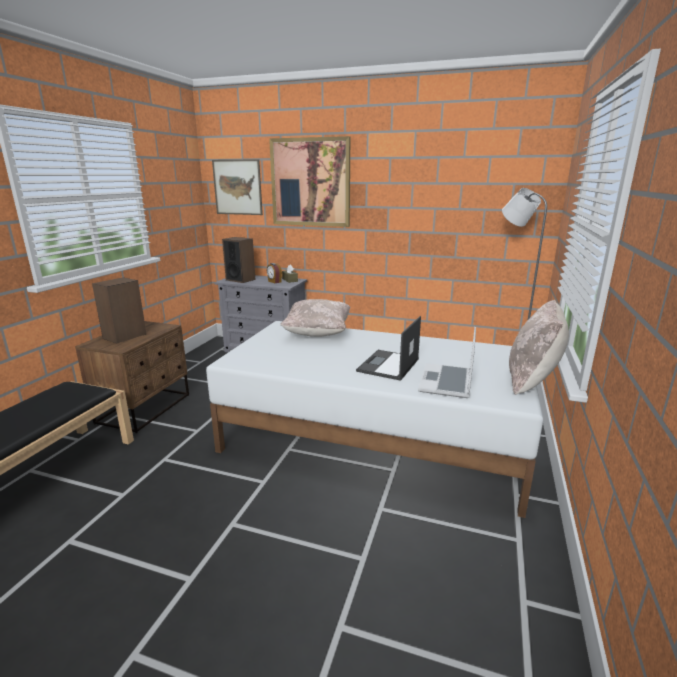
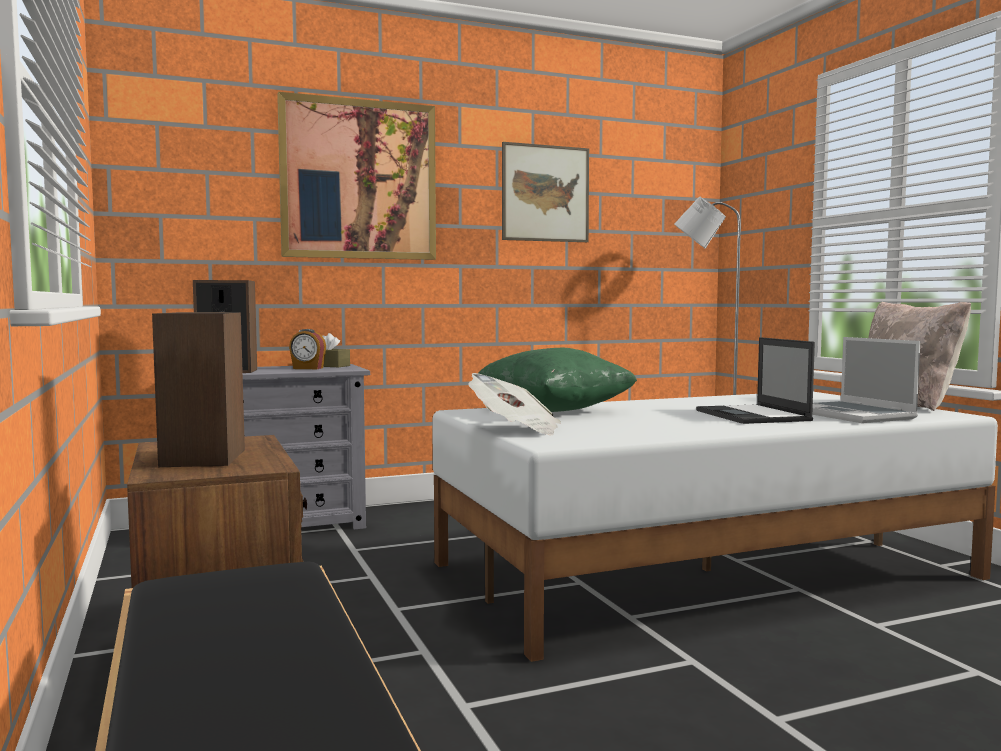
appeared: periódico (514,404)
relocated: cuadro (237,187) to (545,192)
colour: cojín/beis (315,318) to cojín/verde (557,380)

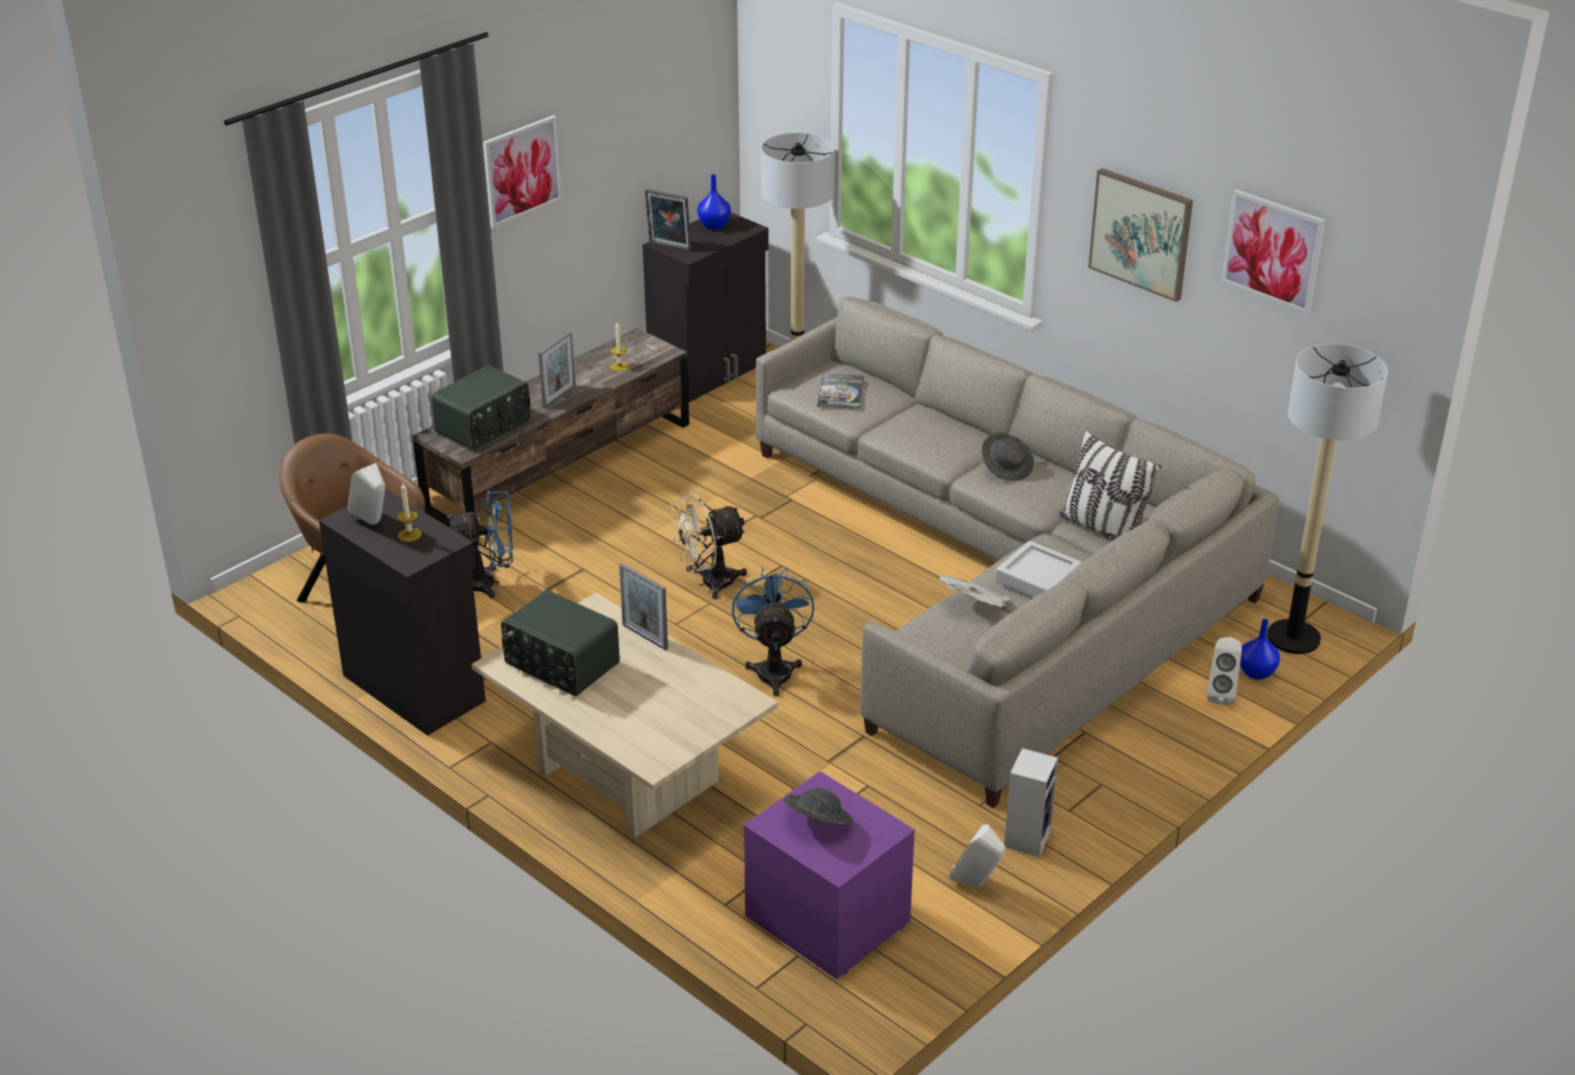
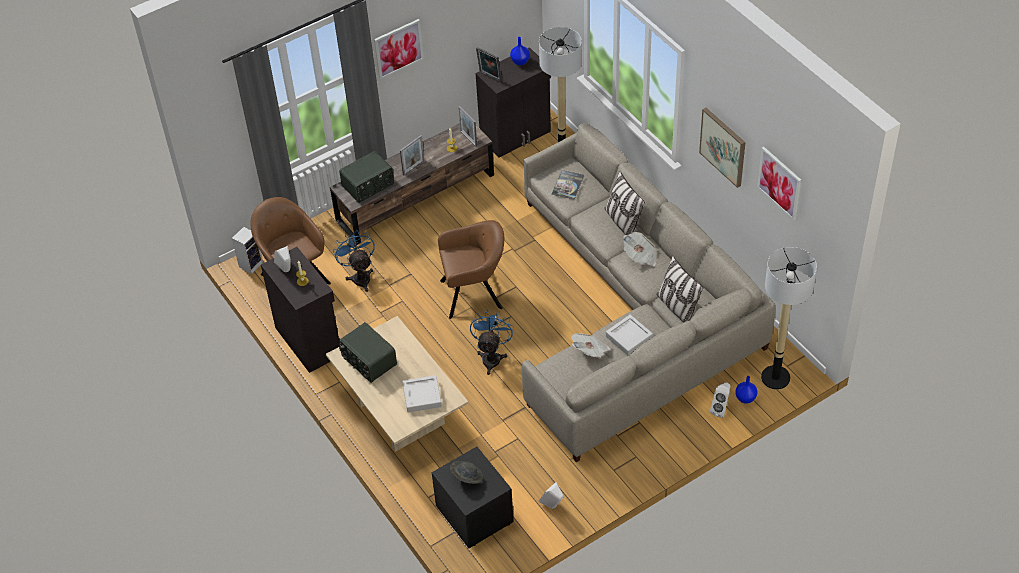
appeared: bandeja/gris (422,393); cojín (625,203)
relocated: altavoz (1031,802) to (247,250); portarretratos (643,606) to (467,126)
exchanged: ventilador/beis (708,546) to sillón/marrón (471,269); sombrero/gris (1008,457) to periódico (640,249)
colour: mesita de noche/morado (829,875) to mesita de noche/negro (472,497)
spun: ventilador/azul (480,544) = (354,261) 120 degrees counterclockwise

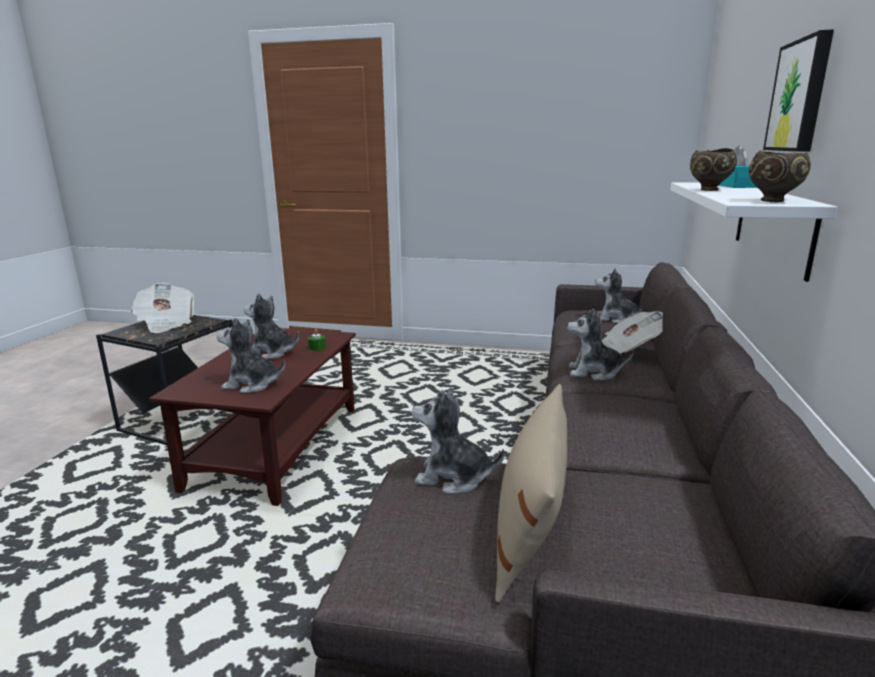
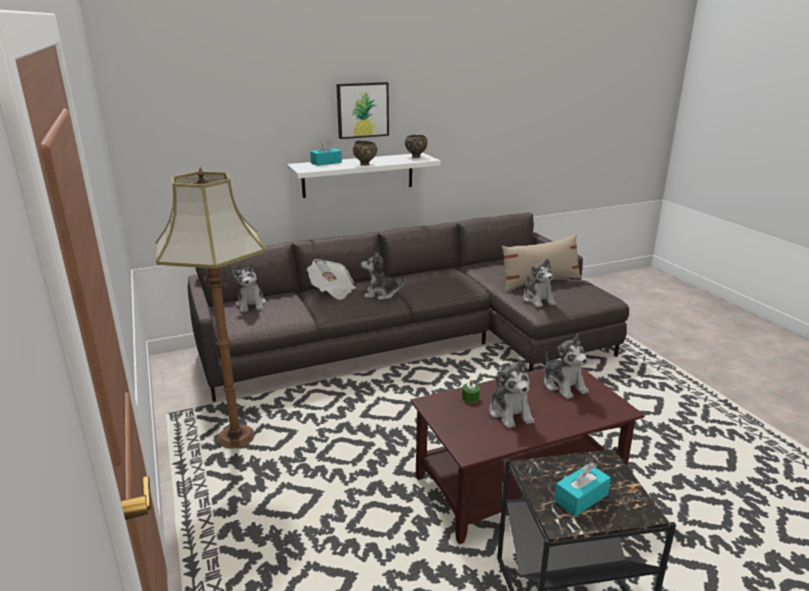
appeared: lámpara de pie (211,308)
exchanged: periódico (163,308) to caja de pañuelos/turquesa (582,489)
spun: peluche (600,344) = (383,276) 120 degrees clockwise

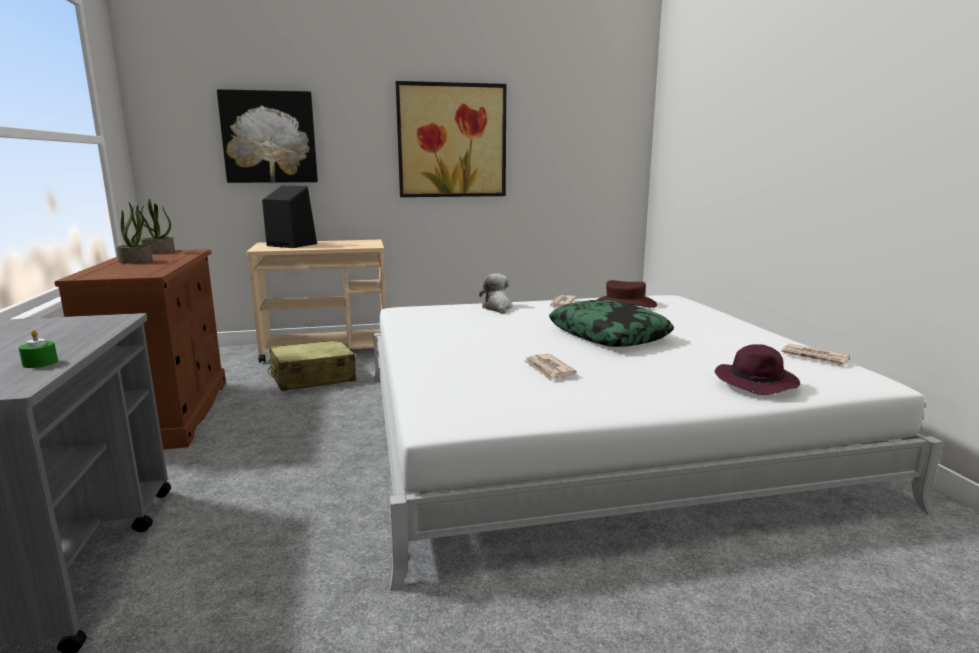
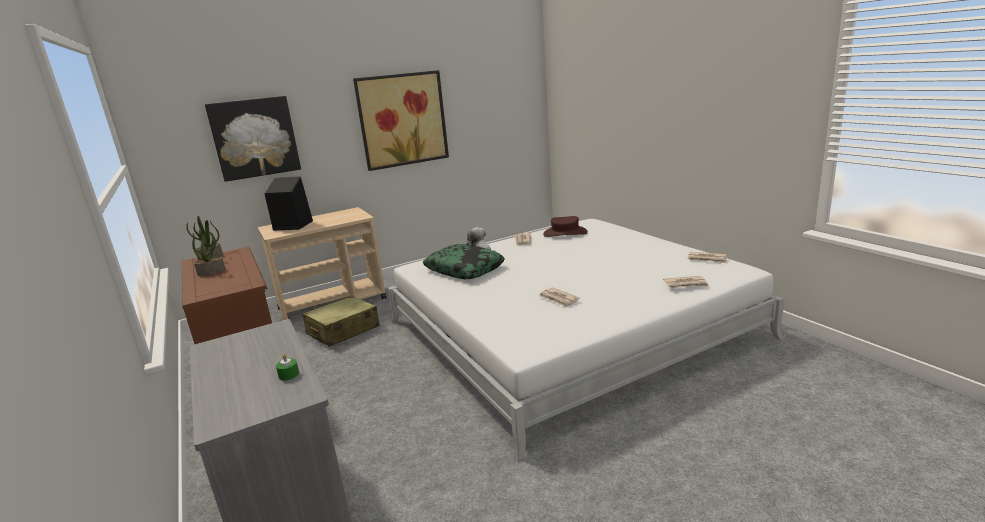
relocated: cojín (611,323) to (464,261)
exchanged: sombrero/morado (757,369) to periódico (686,282)

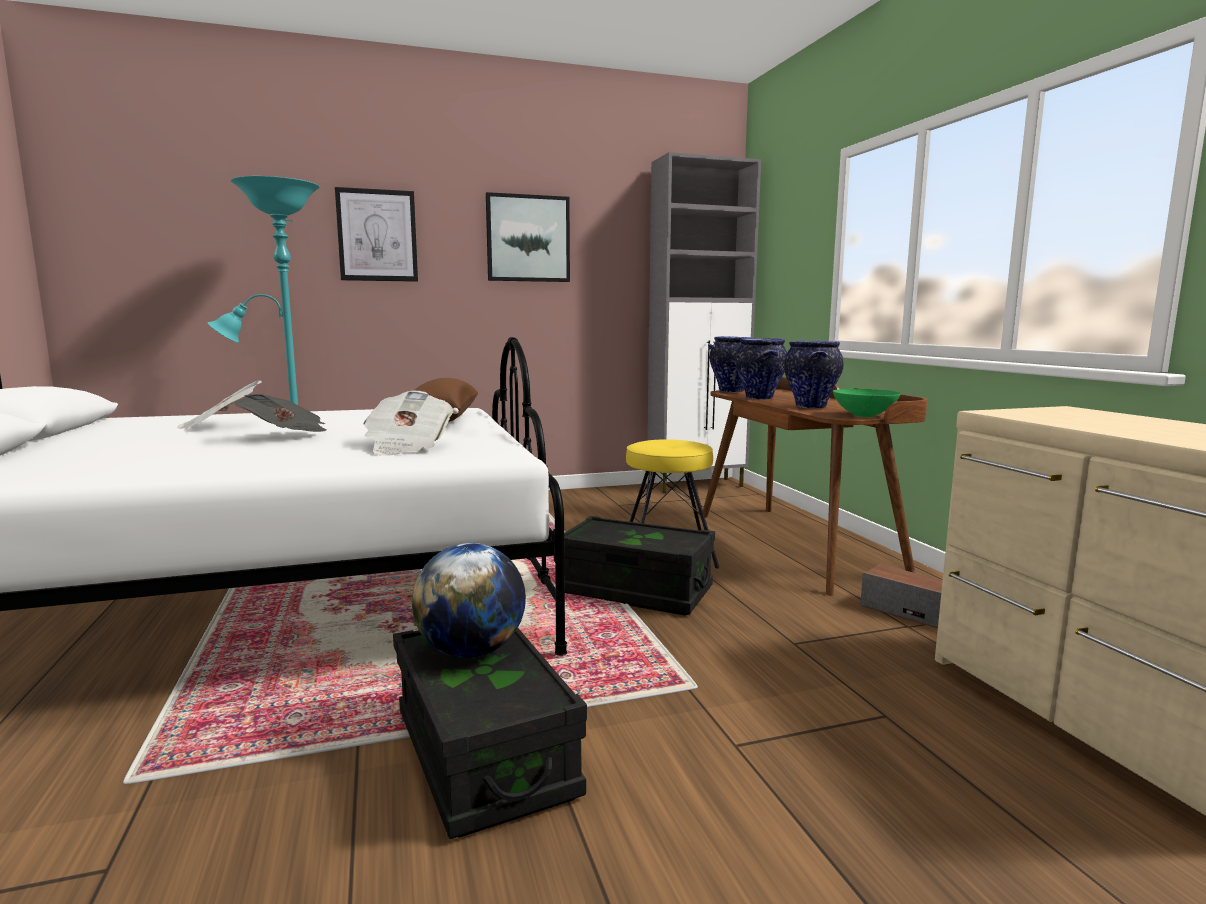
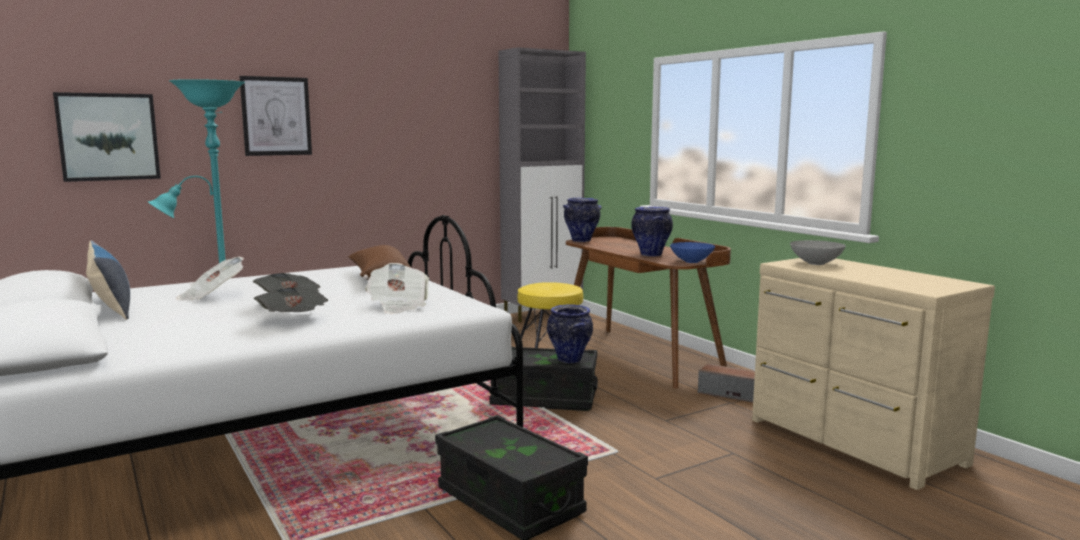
missing: globo terráqueo (469,600)
appeared: cojín (108,280); periódico (290,299); cuenco/gris (818,252)
relocated: cuadro (528,237) to (107,137); florero (761,369) to (570,333)
colour: cuenco/verde (867,403) to cuenco/azul (692,252)

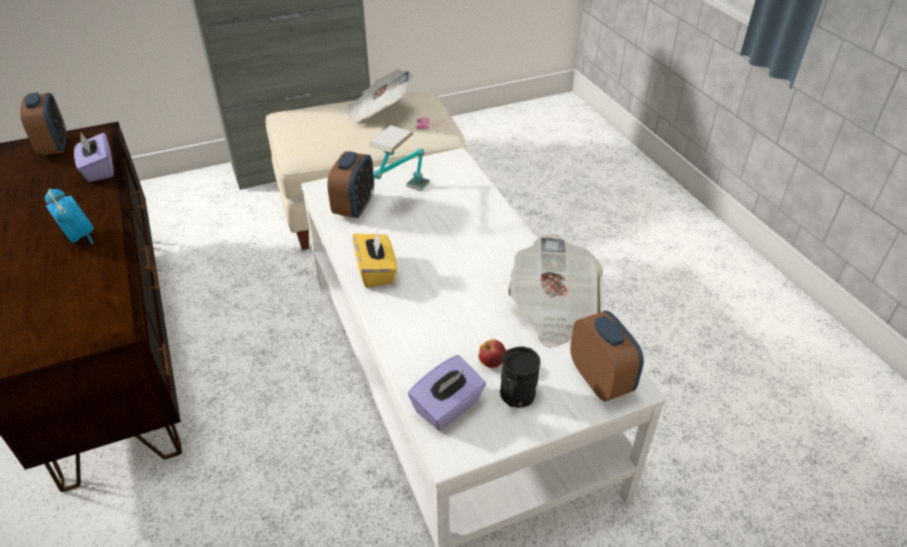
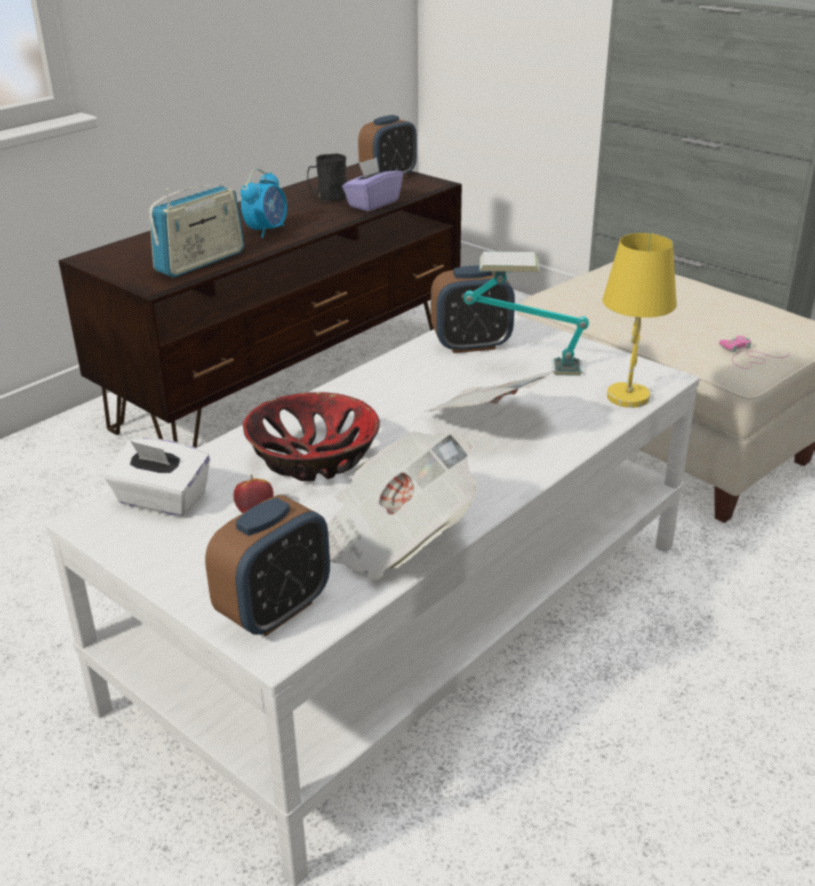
missing: caja de pañuelos/amarillo (374,259)
appeared: radio (196,231); cuenco (311,436); lámpara de mesa/amarillo (640,320)
relocated: taza grande/negro (520,377) to (327,177); periódico (378,96) to (491,391)
colour: caja de pañuelos/morado (447,393) to caja de pañuelos/blanco (157,477)

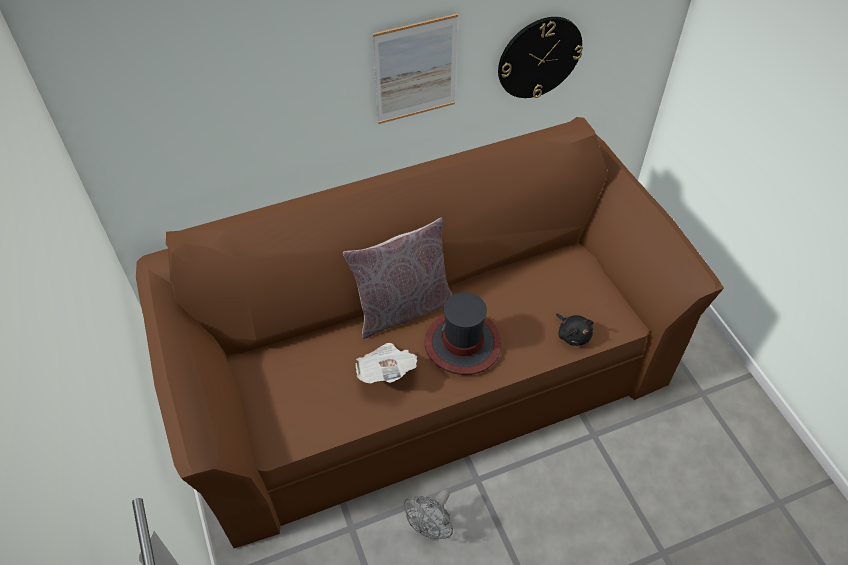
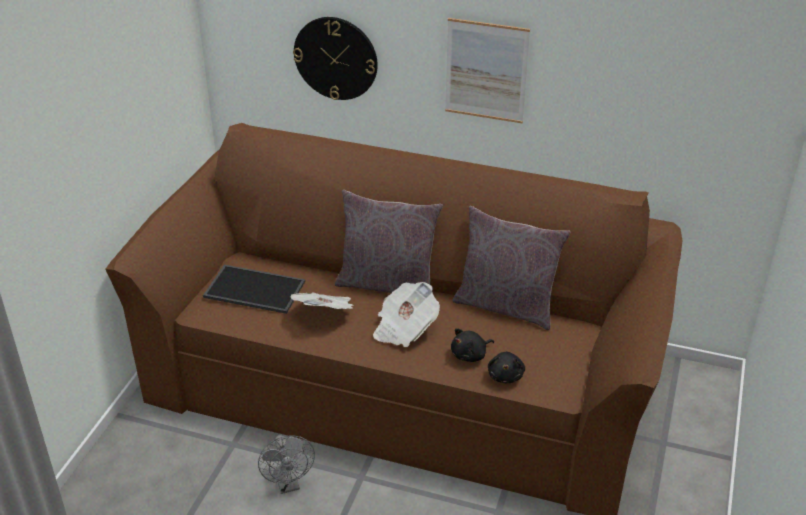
appeared: bandeja (254,289); peluche/negro (472,345); cojín/gris (511,268)
relocated: reloj de pared (540,57) to (335,58)
exchanged: sombrero (463,333) to periódico (406,314)
spun: ventilador/gris (428,515) = (286,464) 90 degrees counterclockwise

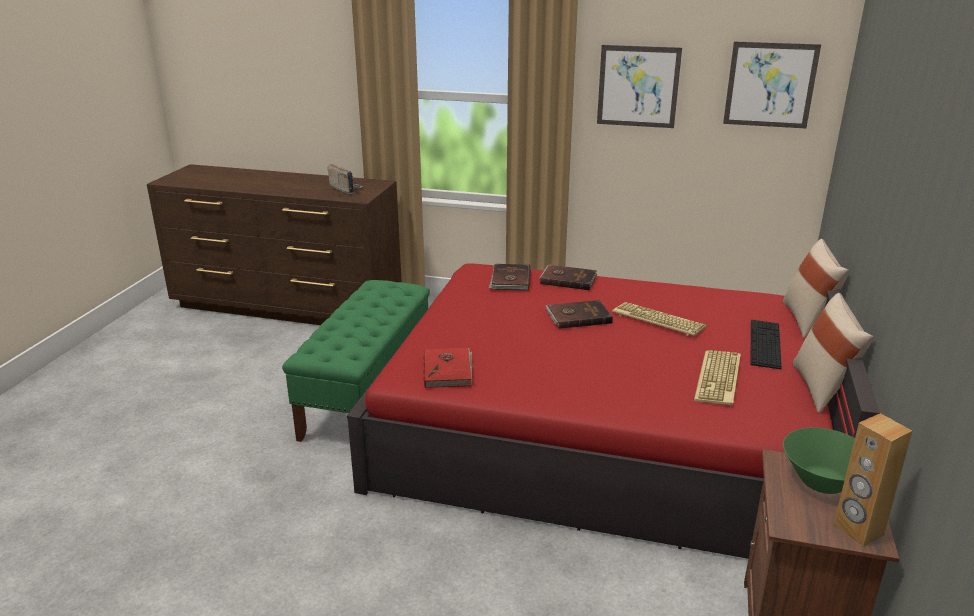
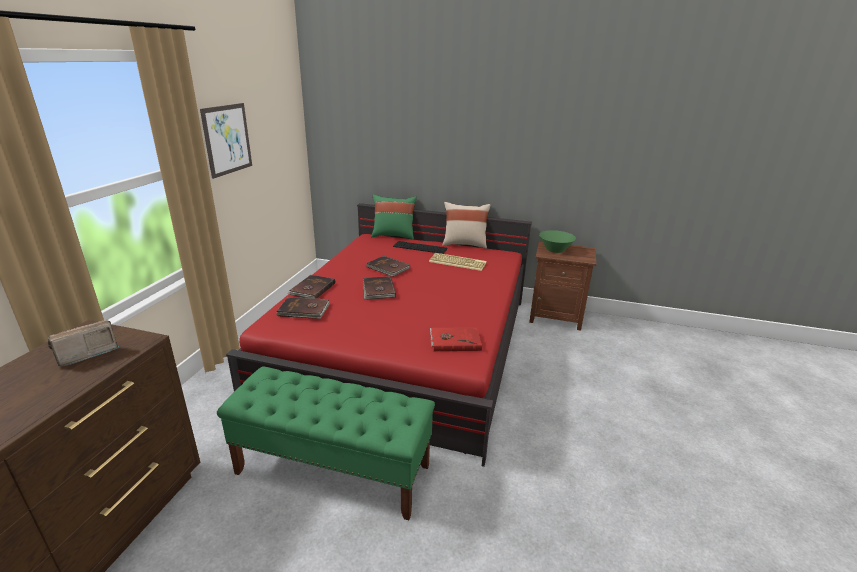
missing: cuadro (772,84); altavoz/marrón (872,480)
exchanged: teclado (659,319) to libro/marrón (388,266)
colour: cojín/beis (816,288) to cojín/verde (394,217)

